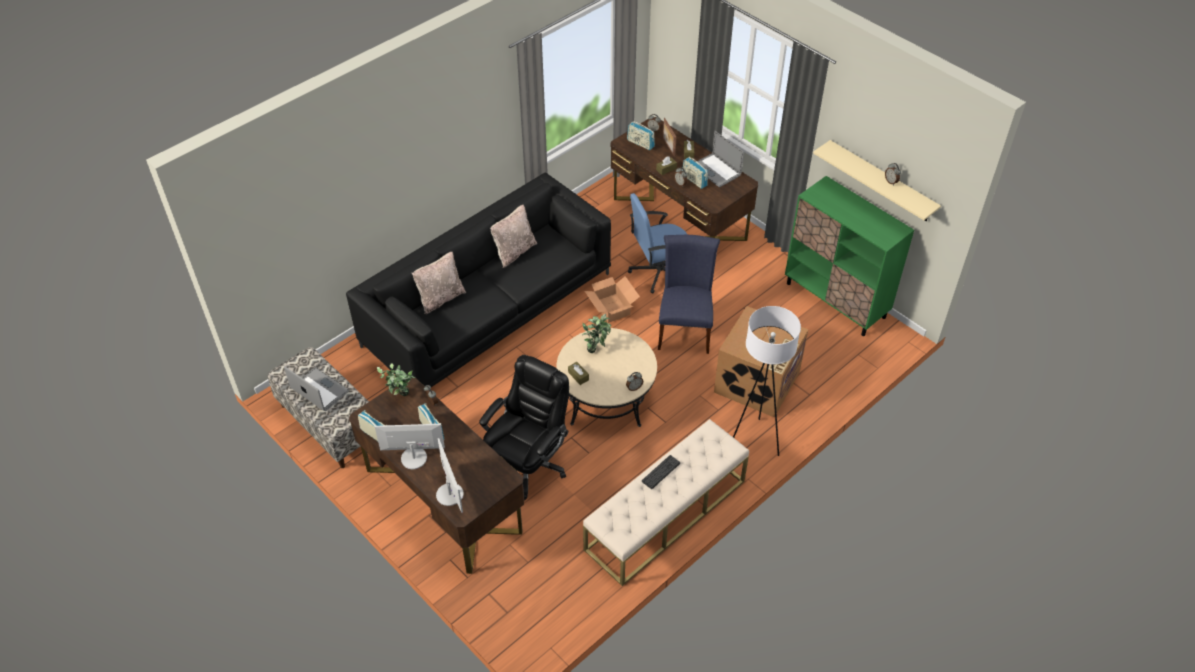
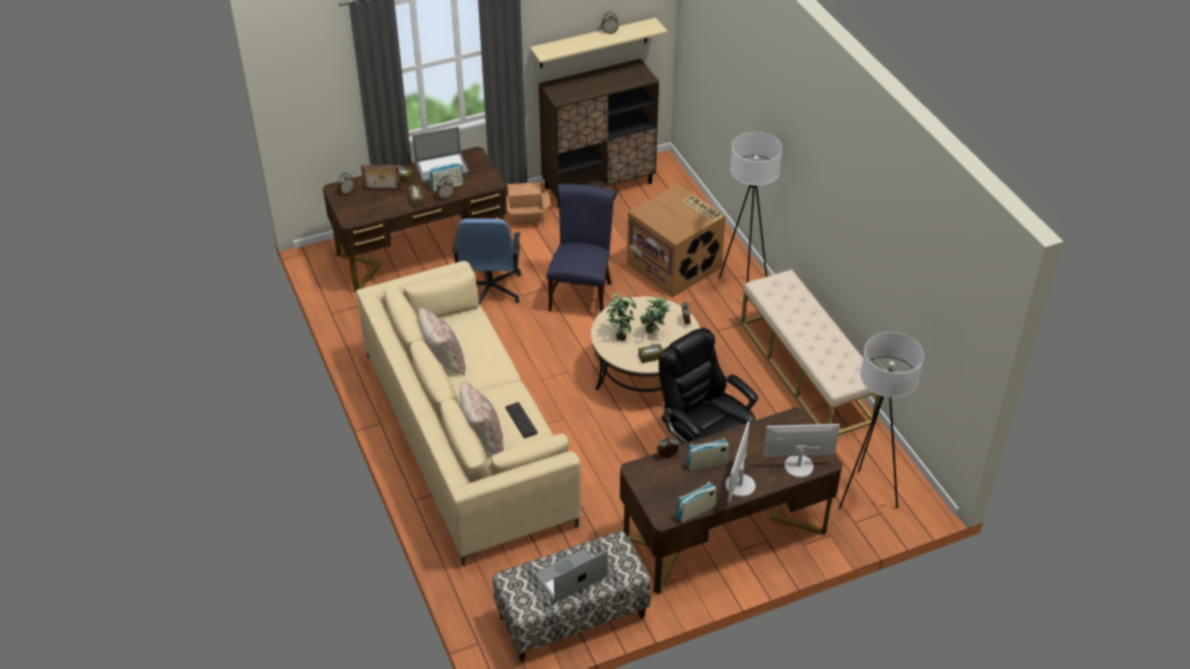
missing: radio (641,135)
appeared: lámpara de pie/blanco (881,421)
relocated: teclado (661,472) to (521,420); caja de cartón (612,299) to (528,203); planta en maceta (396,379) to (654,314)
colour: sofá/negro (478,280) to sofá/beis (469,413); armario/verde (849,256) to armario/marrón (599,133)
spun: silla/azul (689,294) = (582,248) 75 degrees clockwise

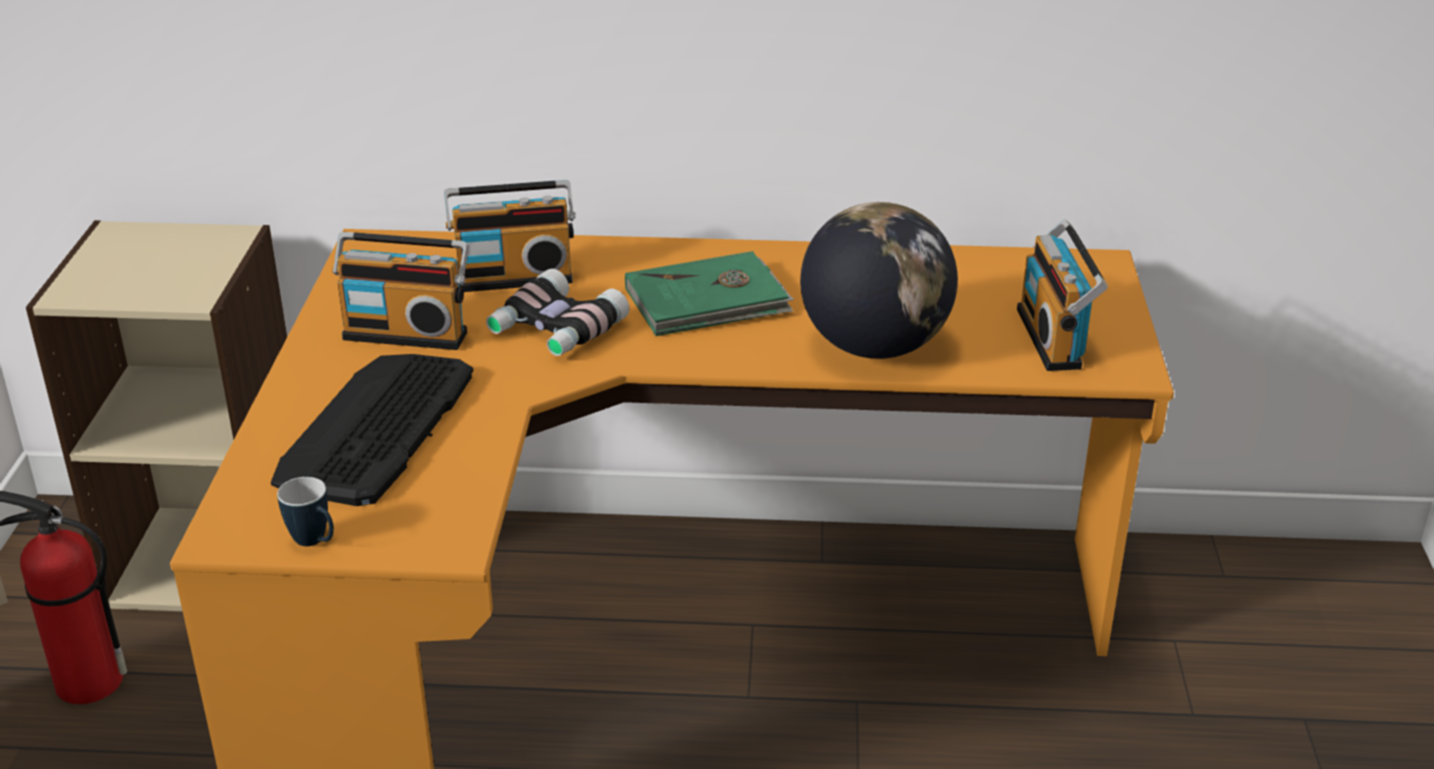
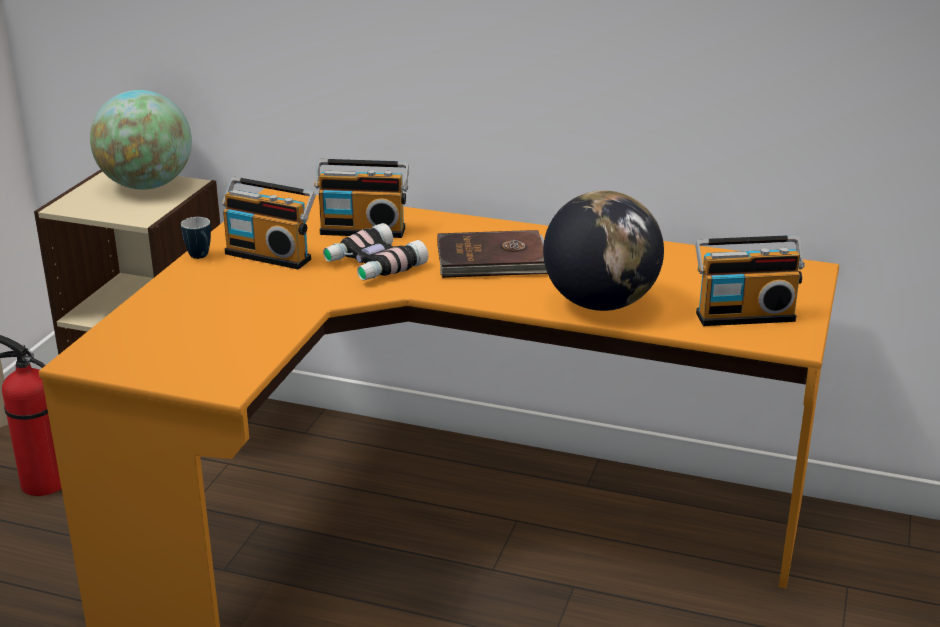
missing: teclado (372,430)
appeared: globo terráqueo (141,140)
relocated: taza grande (305,511) to (196,238)
colour: libro/verde (709,293) to libro/marrón (492,254)
spun: radio (1062,295) = (750,280) 105 degrees counterclockwise

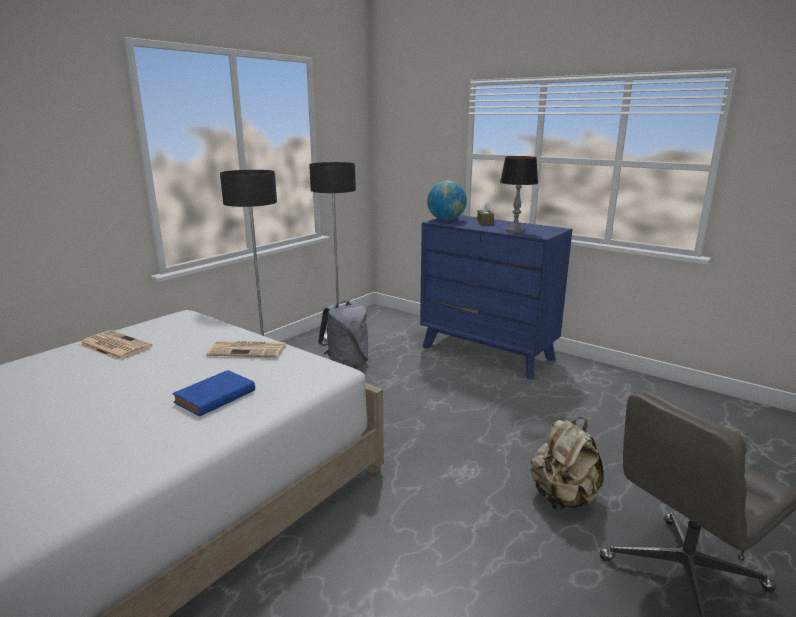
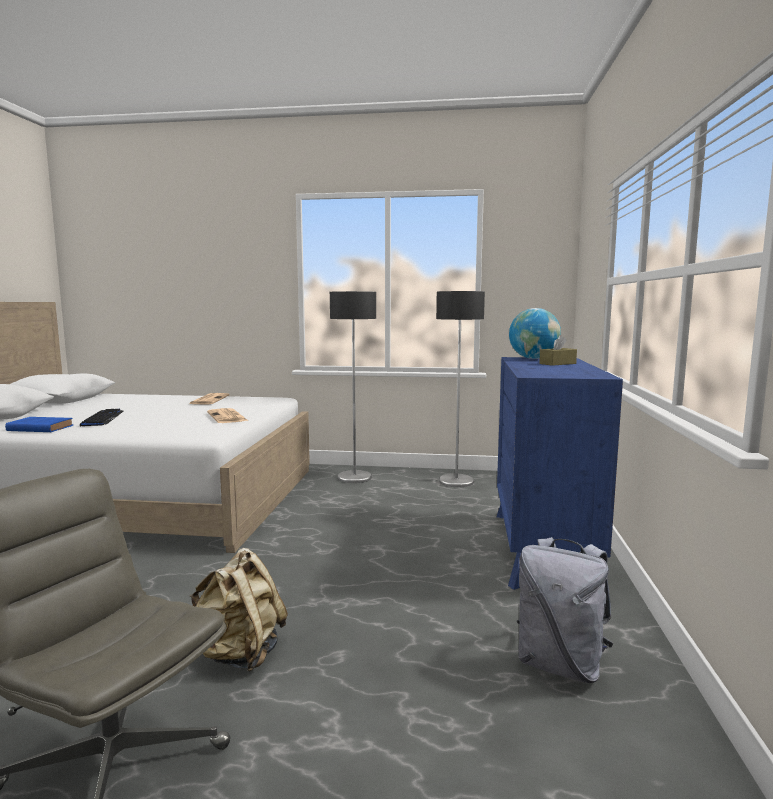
missing: lámpara de mesa (519,194)
appeared: teclado (101,417)
relocated: libro/azul (213,393) to (39,424); mochila/gris (343,333) to (565,610)

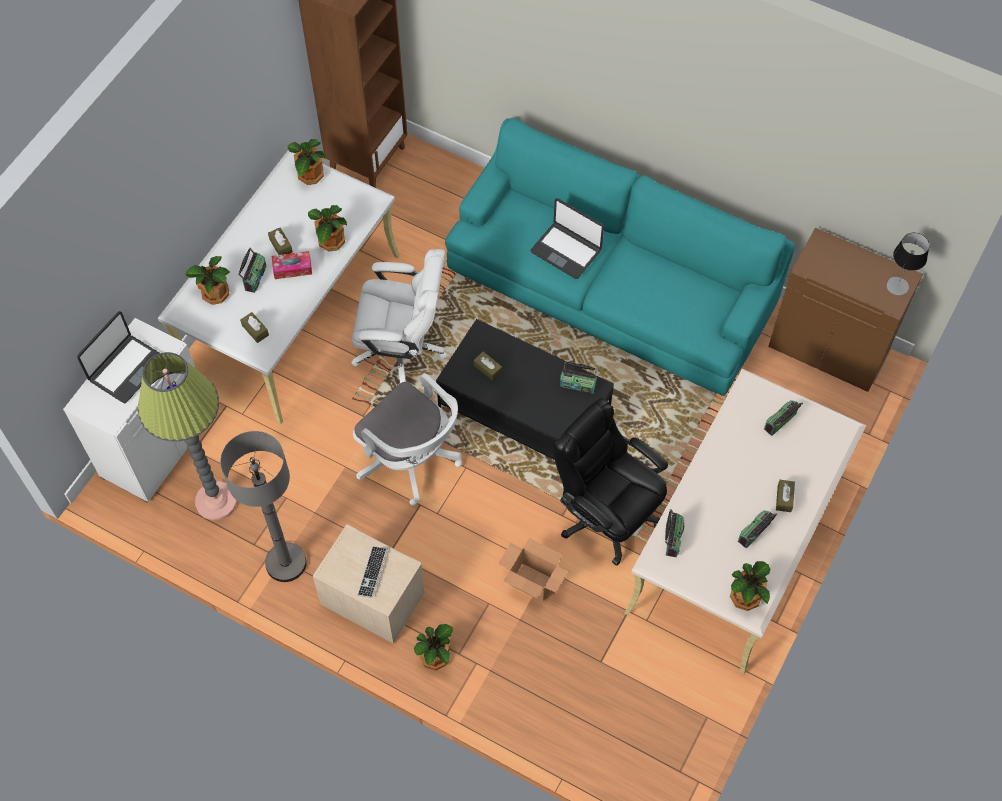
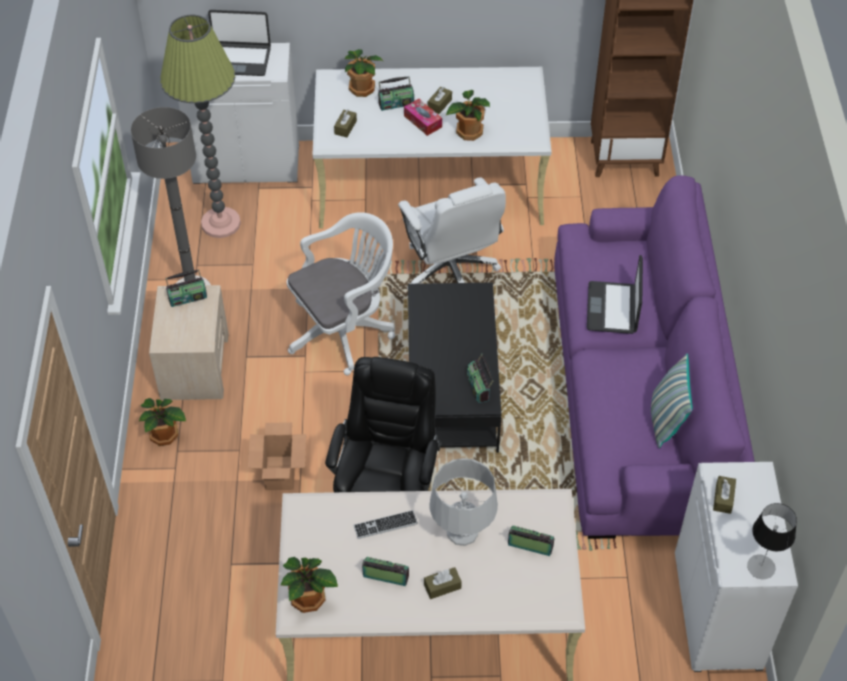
missing: planta en maceta (306,162)
appeared: lámpara de mesa/gris (463,502); cojín (672,400)
relocated: radio (674,533) to (186,288); teclado (372,572) to (385,524); caja de pañuelos/marrón (488,366) to (724,495)
colour: sofá/turquesa (620,257) to sofá/morado (654,357); armario/marrón (845,310) to armario/blanco (736,567)
spun: silla de oficina/blanco (407,439) = (341,293) 135 degrees counterclockwise

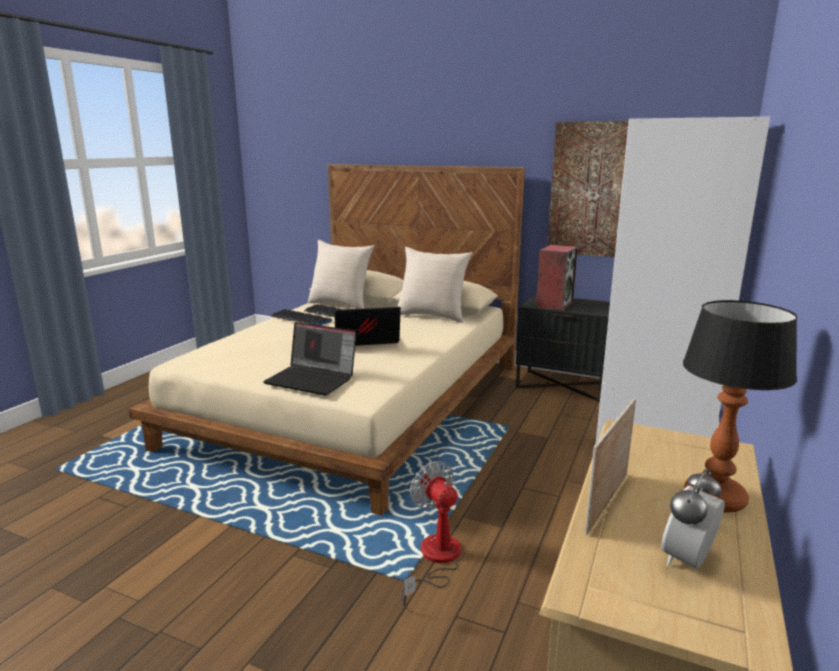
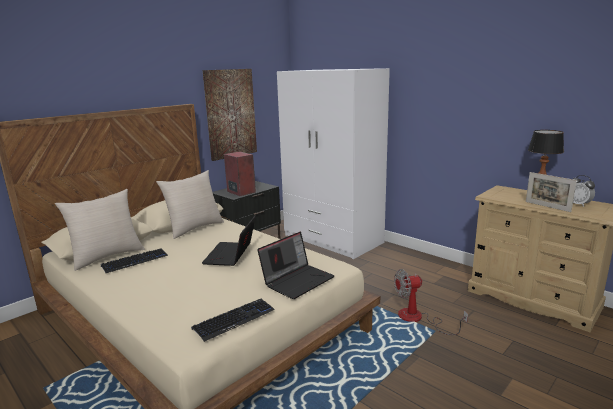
relocated: teclado (301,317) to (233,320)

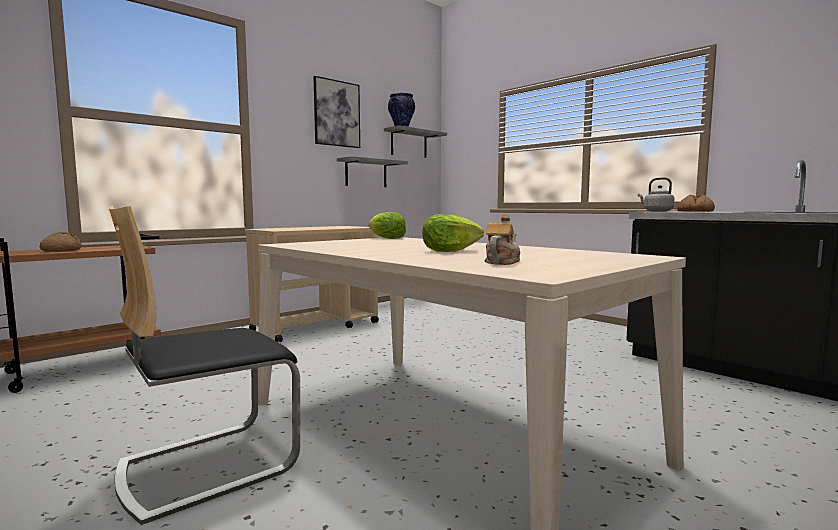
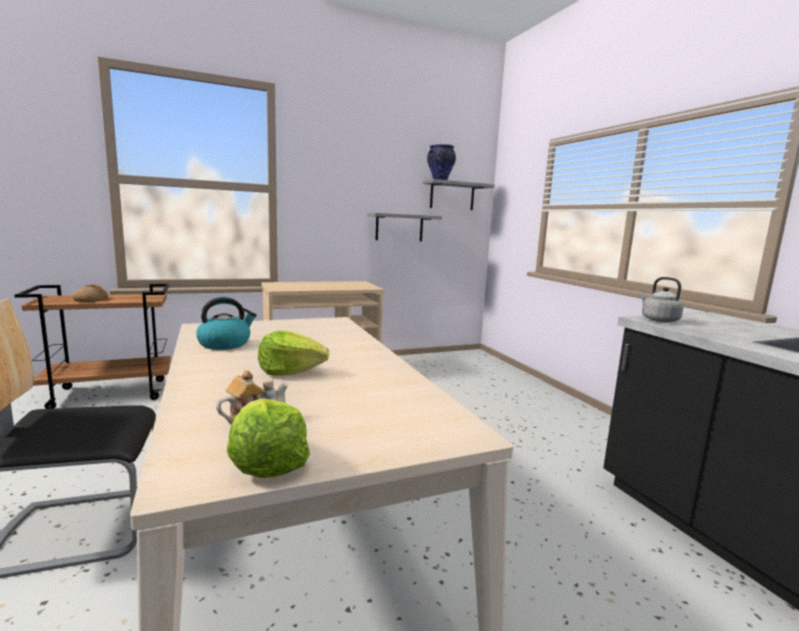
missing: cuadro (336,112); pan (696,203)
appeared: hervidor (226,323)
relocated: lechuga (387,225) to (268,438)

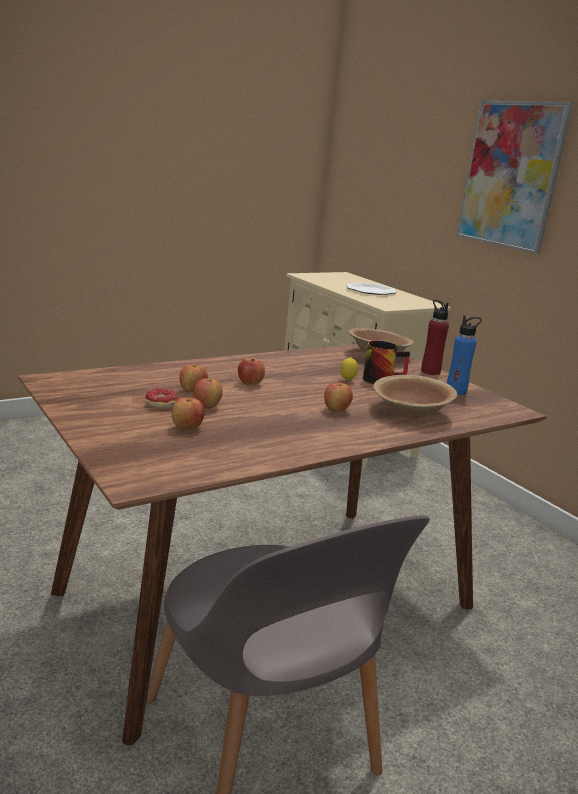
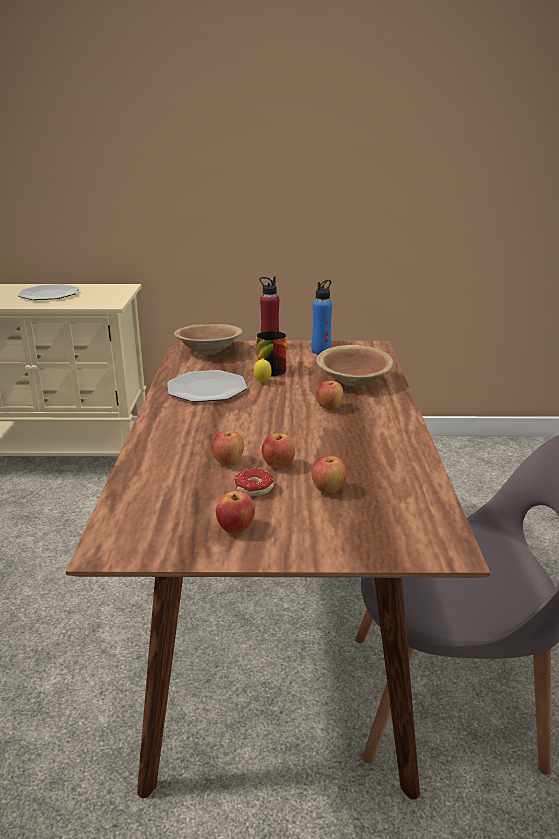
missing: cuadro (514,177)
appeared: plato (207,386)
relocated: manzana (251,371) to (235,512)

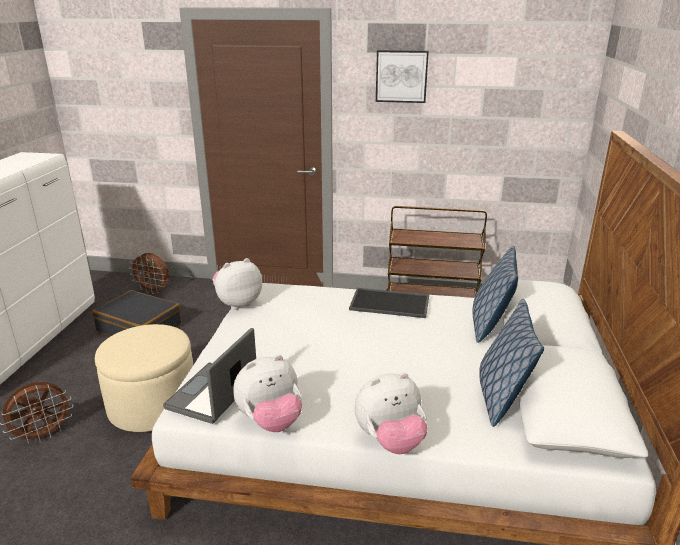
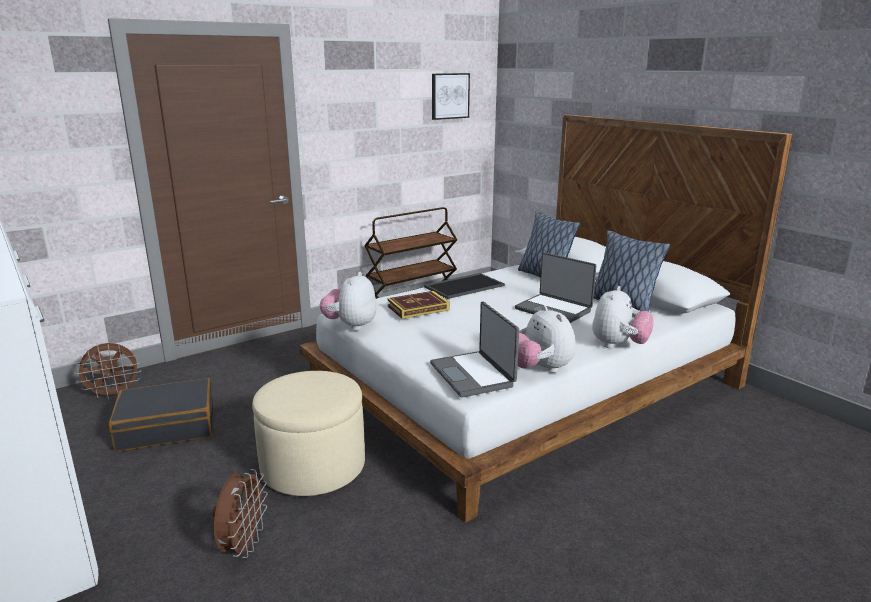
appeared: libro (418,305); portátil (555,287)
relocated: cuadro (402,76) to (451,96)
spun: peluche (267,393) = (546,339) 135 degrees clockwise

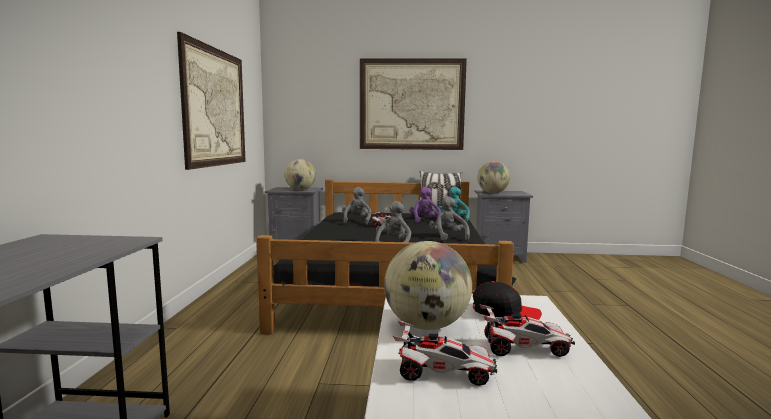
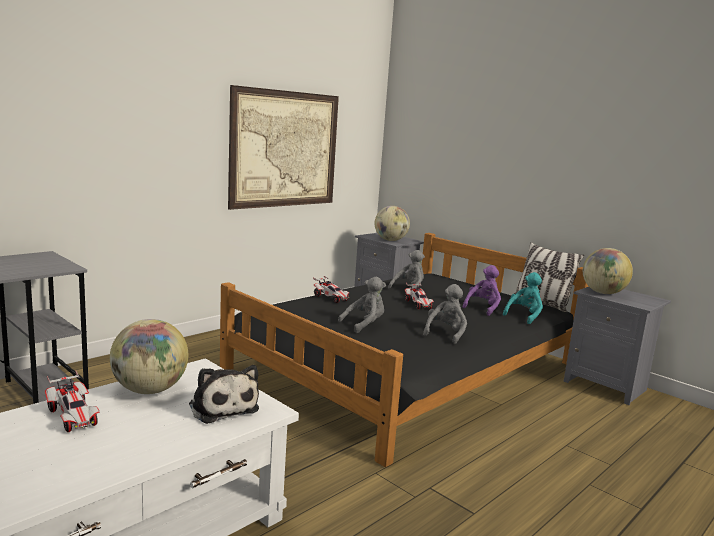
missing: cuadro (413,104)
relocated: coche de juguete (527,330) to (331,289)
exchanged: gorra/negro (507,300) to peluche (224,394)

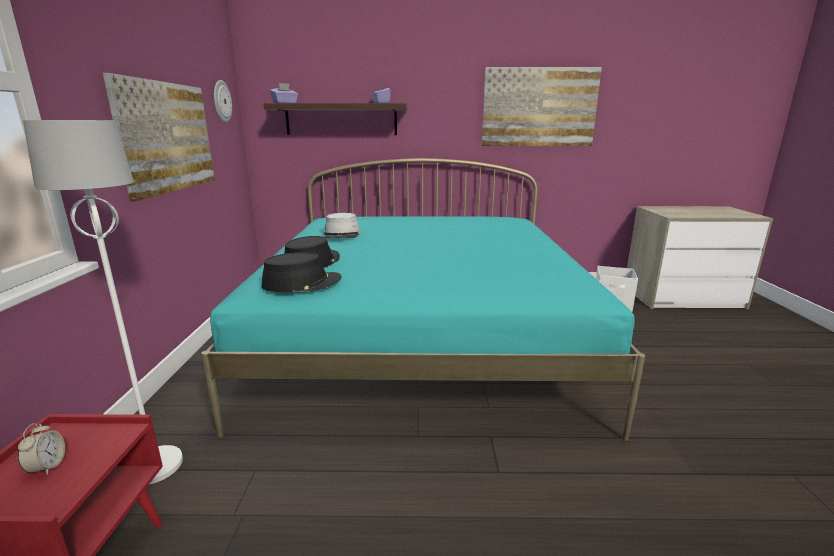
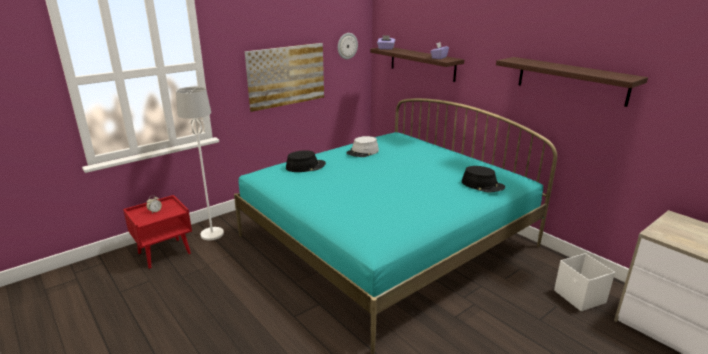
relocated: sombrero/negro (302,272) to (483,179)
exchanged: cuadro (542,106) to estante (572,82)

